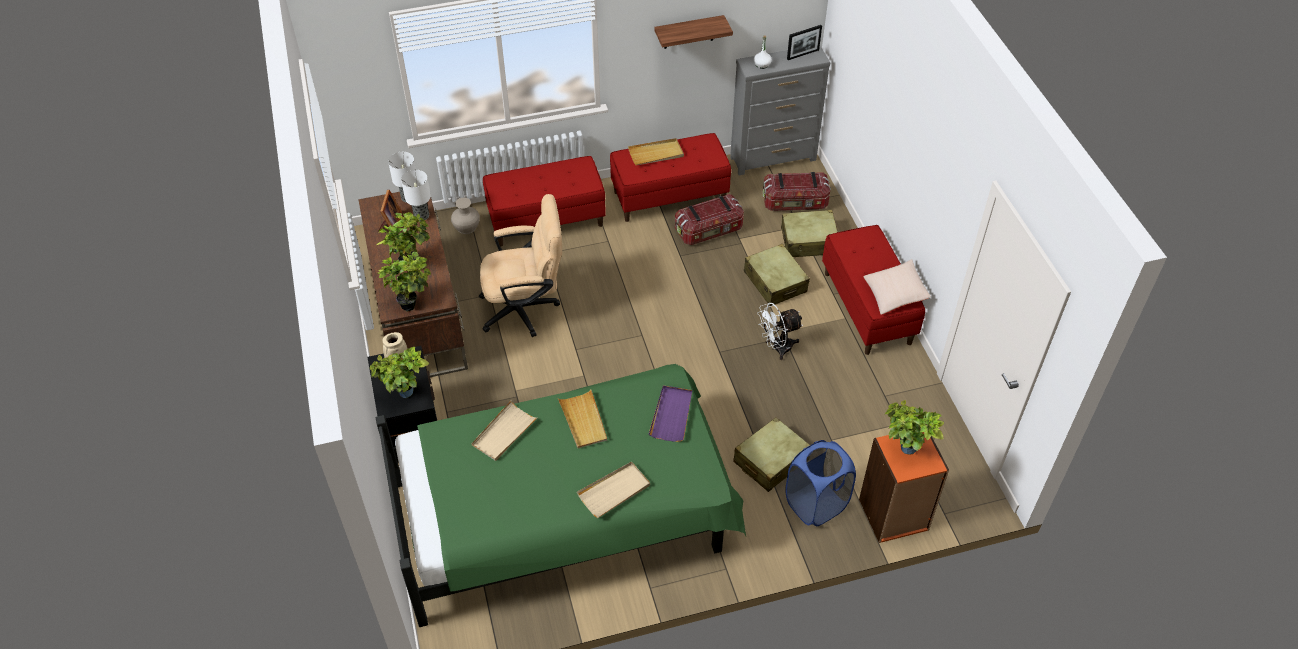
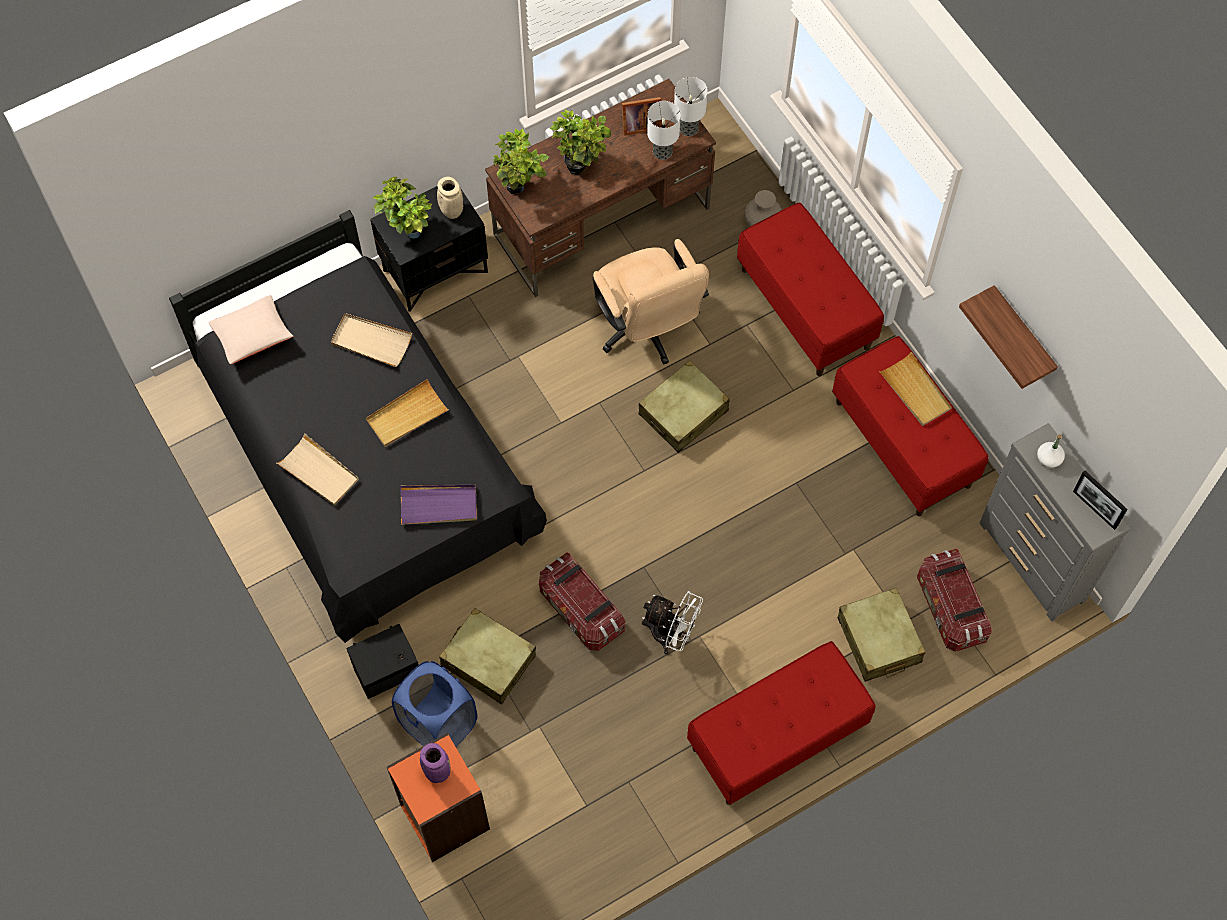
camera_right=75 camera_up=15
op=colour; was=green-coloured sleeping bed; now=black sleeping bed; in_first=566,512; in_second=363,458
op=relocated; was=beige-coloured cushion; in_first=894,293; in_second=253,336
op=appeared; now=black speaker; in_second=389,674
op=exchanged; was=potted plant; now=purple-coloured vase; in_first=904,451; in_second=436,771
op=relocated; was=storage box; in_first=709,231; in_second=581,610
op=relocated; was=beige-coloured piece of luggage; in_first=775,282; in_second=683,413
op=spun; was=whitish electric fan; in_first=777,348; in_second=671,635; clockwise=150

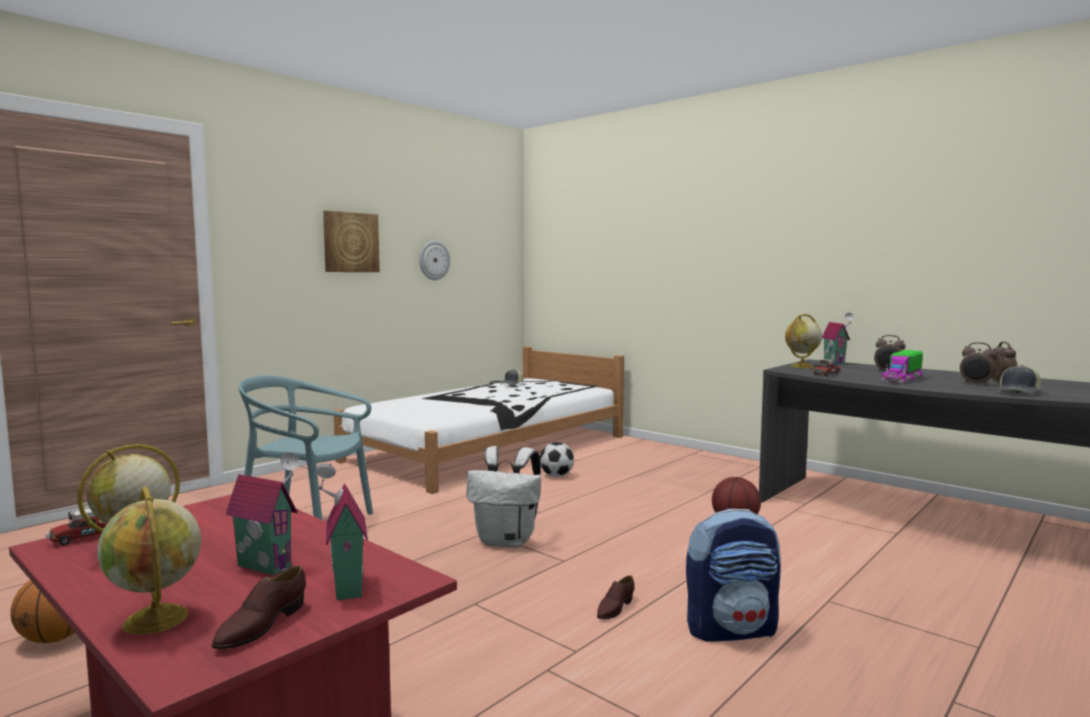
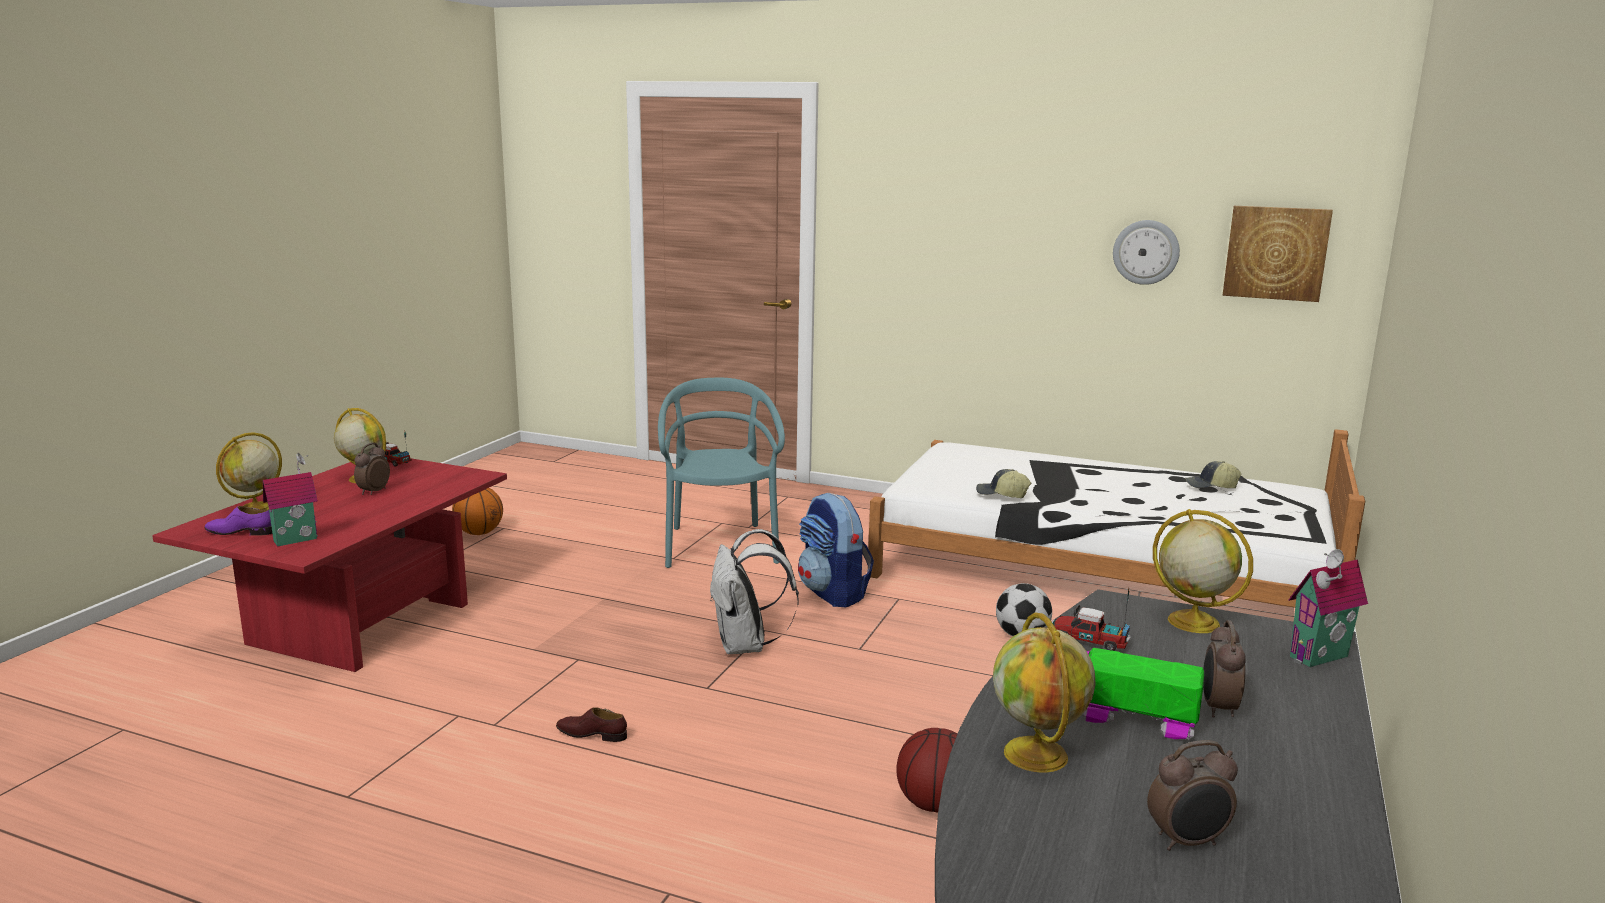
camera_right=70 camera_up=10
op=colour; was=brown-coloured shoe; now=purple-coloured shoe; in_first=261,626; in_second=240,532
op=relocated; was=alarm clock; in_first=976,384; in_second=373,492
op=relocated; was=rucksack; in_first=732,629; in_second=833,593
op=relocated; was=cap; in_first=1019,392; in_second=1001,494
op=appeared; now=desk globe; in_second=1037,756
op=relocated; was=wall art; in_first=350,242; in_second=1276,253
op=missing; was=model house; in_first=268,565

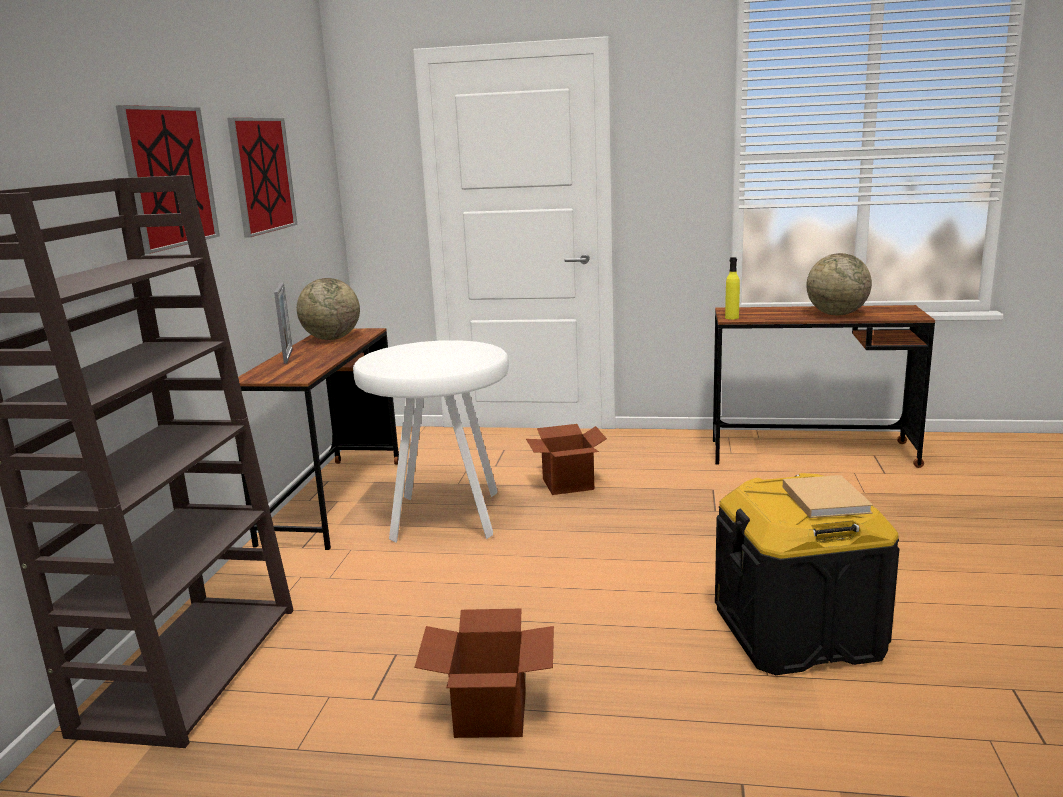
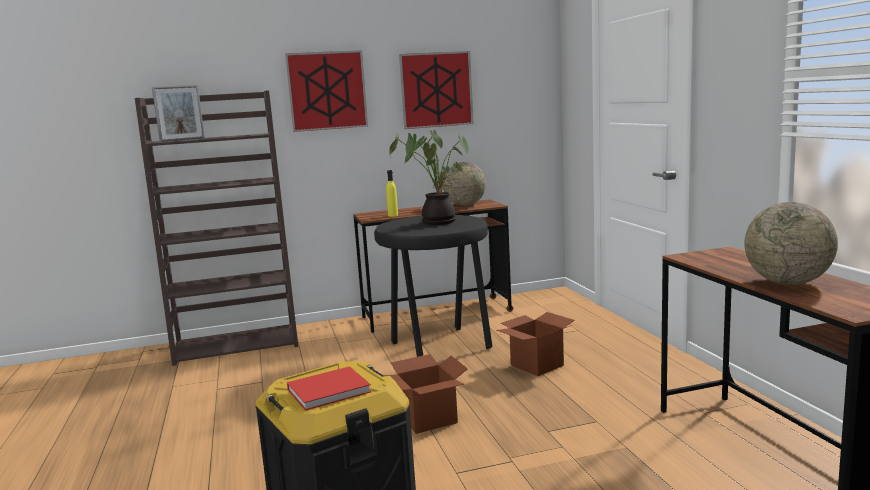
camera_right=65 camera_up=-5
op=relocated; was=photo frame; in_first=288,356; in_second=182,140
op=colour; was=beige-coloured bound book; now=reddish bound book; in_first=824,498; in_second=331,390
op=colour; was=whitish sitting stool; now=black sitting stool; in_first=444,518; in_second=438,346
op=relocated; was=packing box; in_first=490,713; in_second=428,419
op=relocated; was=yellowish drink bottle; in_first=731,318; in_second=393,215
op=appeared; now=potted plant; in_second=437,222

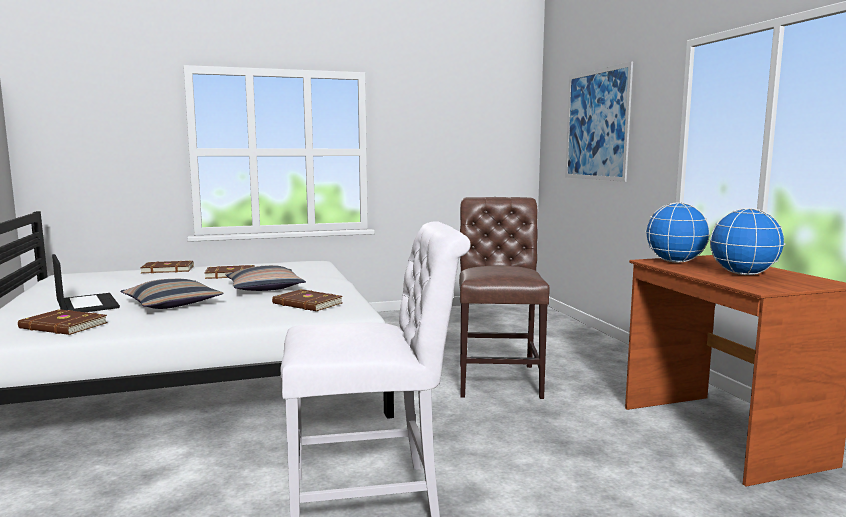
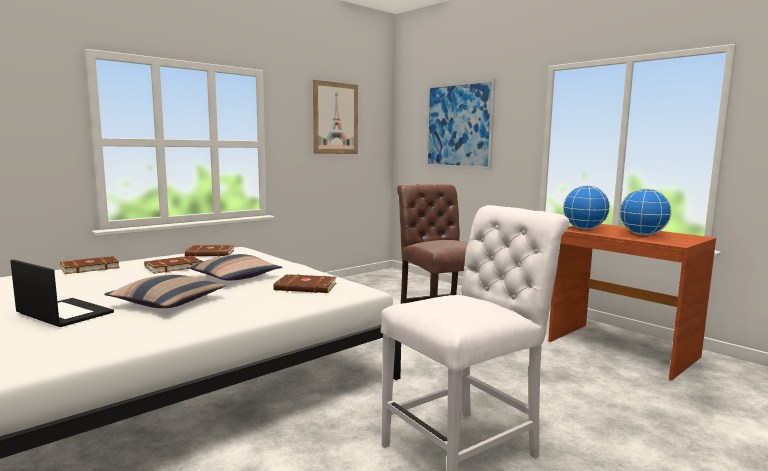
camera_right=-25 camera_up=0
op=relocated; was=brown-coloured bound book; in_first=63,326; in_second=210,253
op=appeared; now=wall art; in_second=335,118

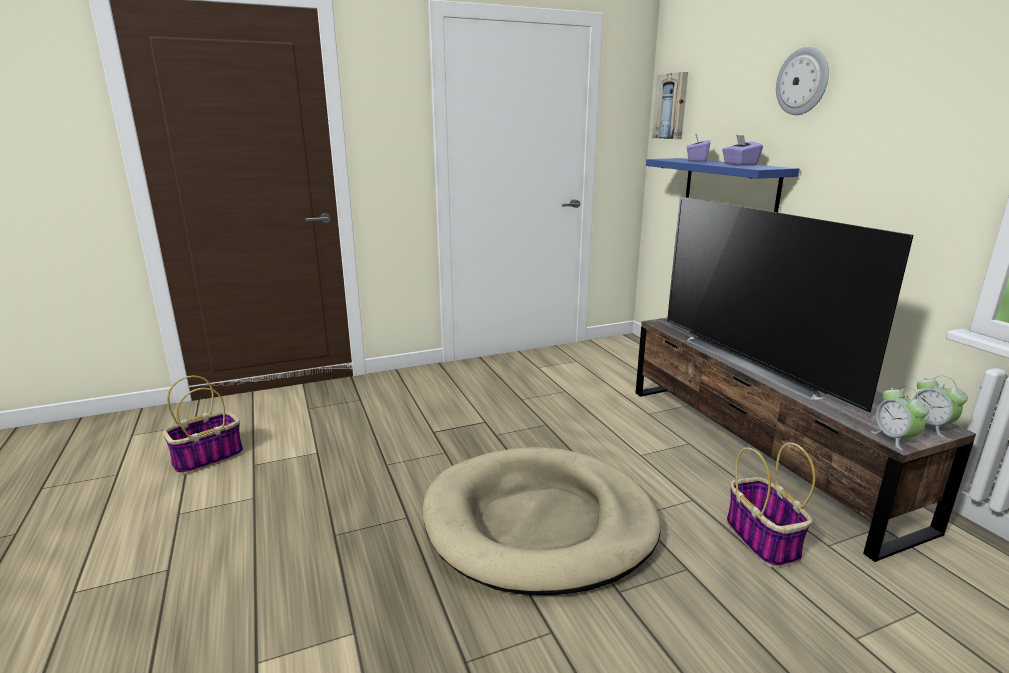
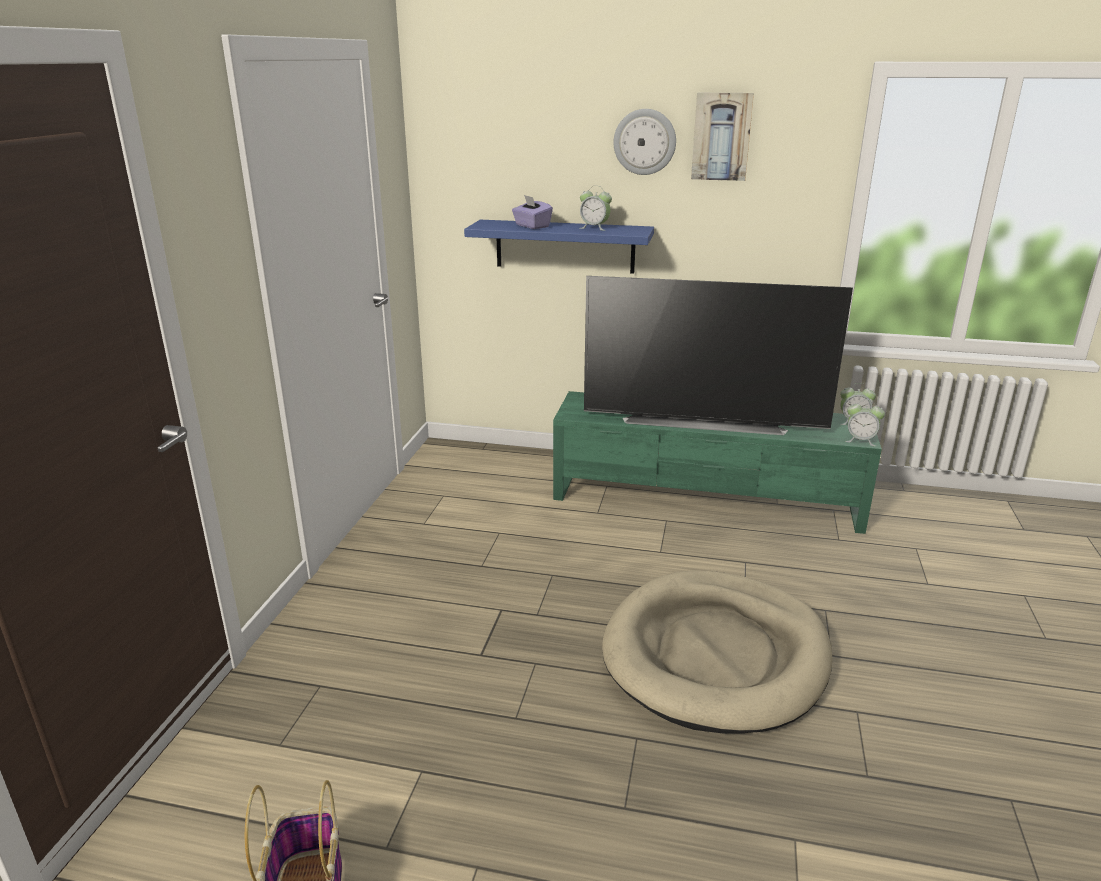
camera_right=-55 camera_up=5
op=colour; was=brown-coloured tv stand; now=green-coloured tv stand; in_first=758,450; in_second=707,498
op=exchanged; was=purple-coloured tissue box; now=alarm clock; in_first=739,164; in_second=594,228
op=relocated; was=wall art; in_first=671,106; in_second=721,136
op=missing; was=storage basket; in_first=763,540

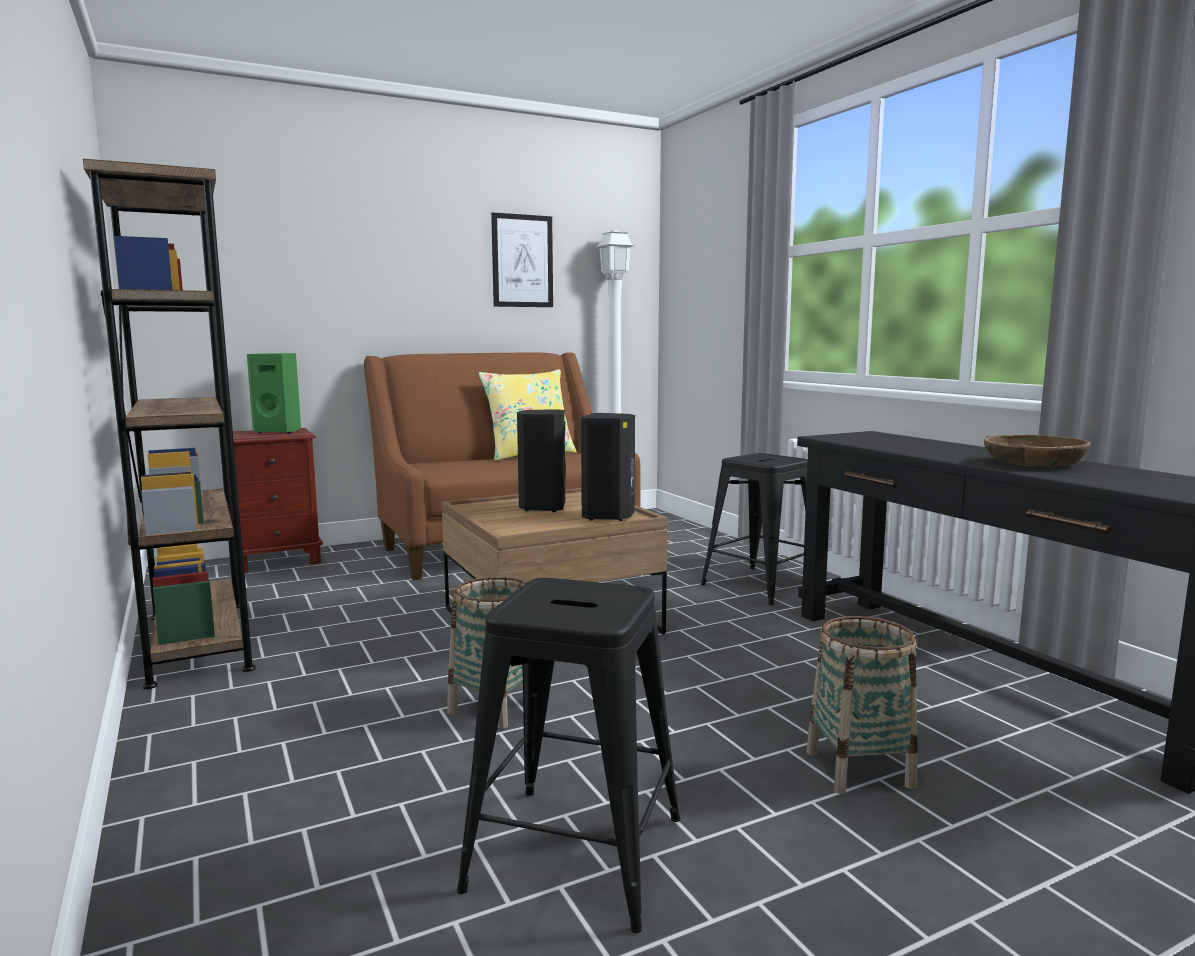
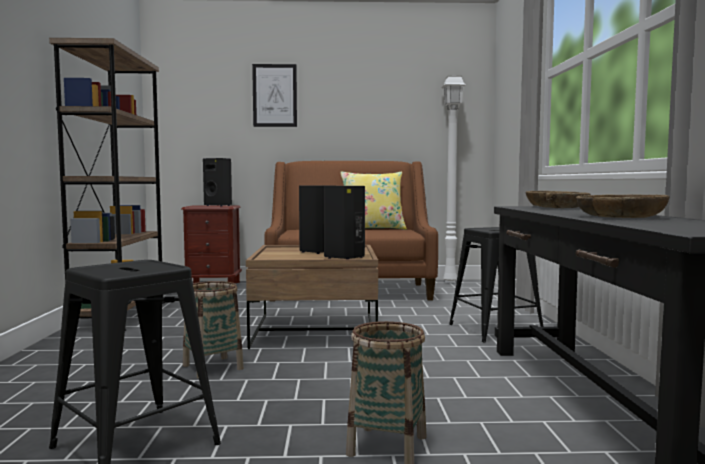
camera_right=25 camera_up=-5
op=colour; was=green-coloured speaker; now=black speaker; in_first=279,431; in_second=219,205
op=relocated; was=wall art; in_first=522,261; in_second=274,95
op=appeared; now=brown-coloured deep dish; in_second=557,207

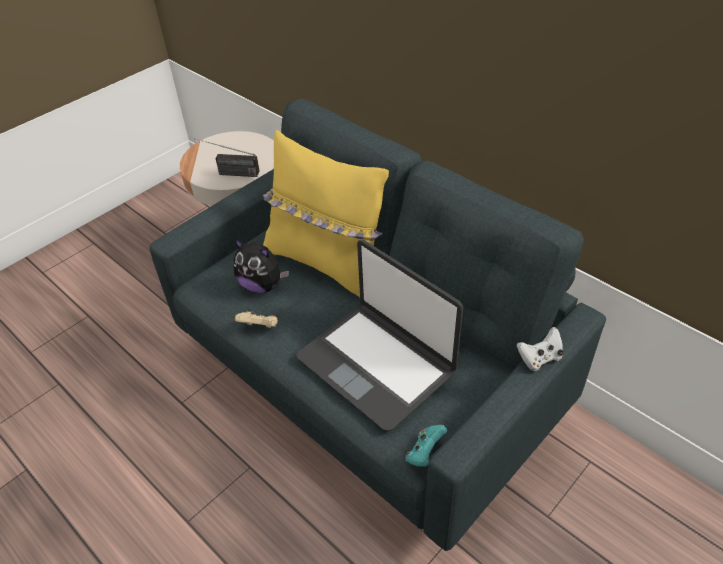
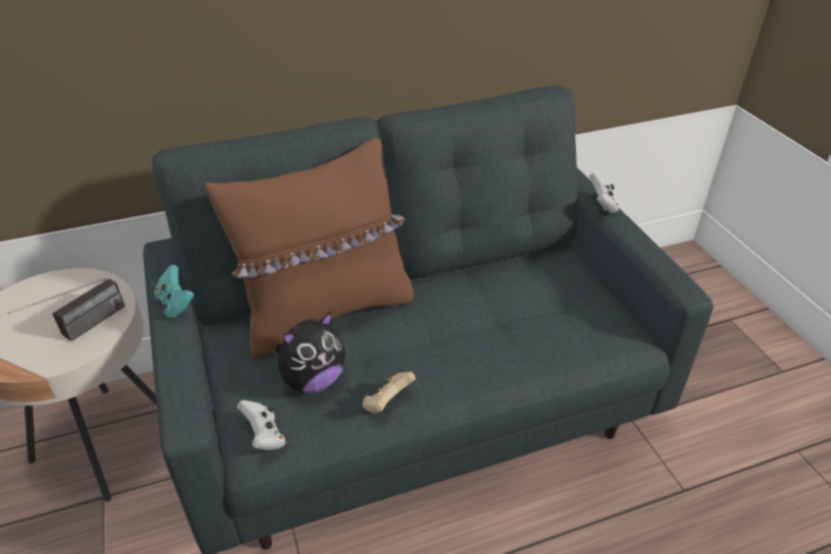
camera_right=-65 camera_up=-5
op=relocated; was=blue-green joypad; in_first=424,453; in_second=176,304
op=colour; was=yellowish cushion; now=brown-coloured cushion; in_first=325,263; in_second=326,312
op=appeared; now=whitish joypad; in_second=264,436
op=missing; was=laptop; in_first=377,364

